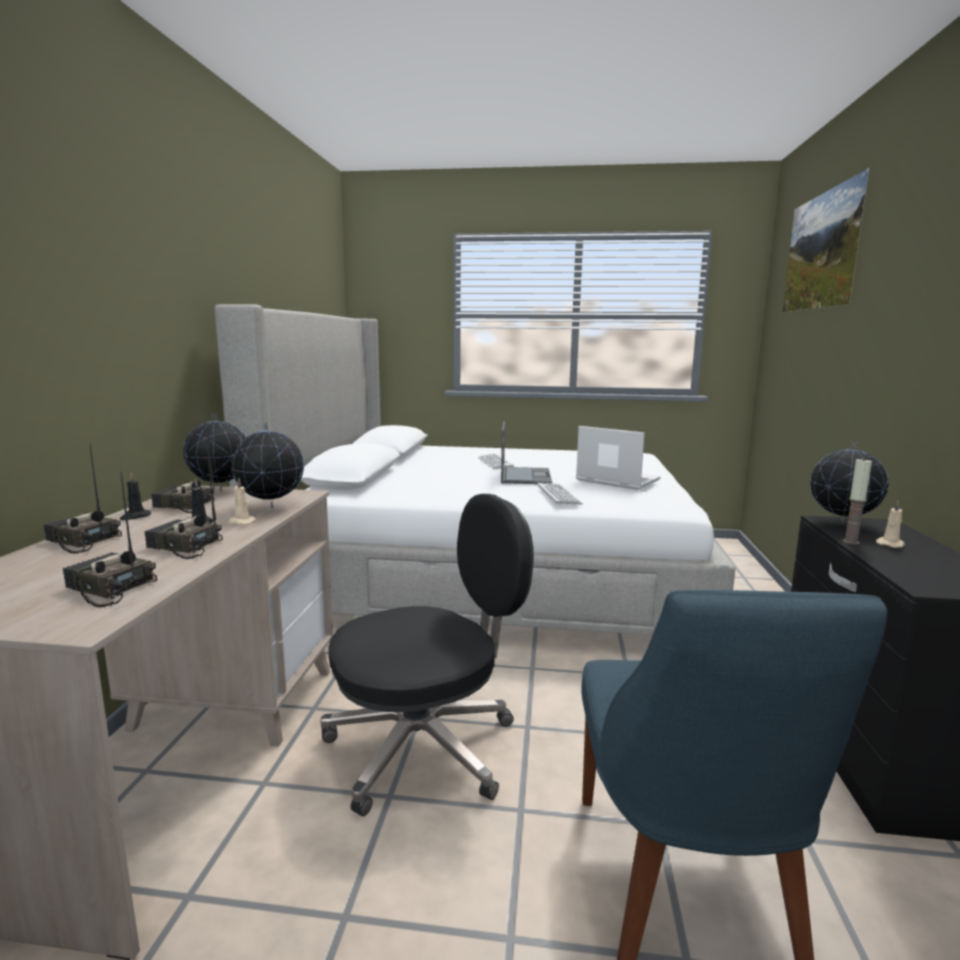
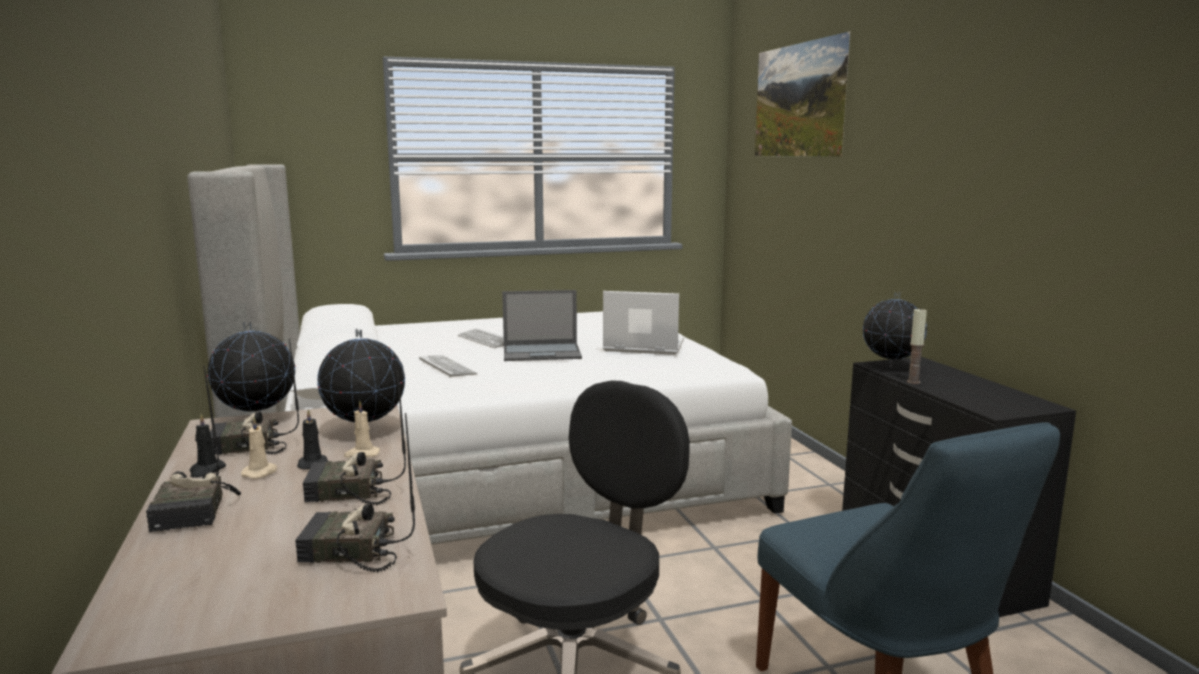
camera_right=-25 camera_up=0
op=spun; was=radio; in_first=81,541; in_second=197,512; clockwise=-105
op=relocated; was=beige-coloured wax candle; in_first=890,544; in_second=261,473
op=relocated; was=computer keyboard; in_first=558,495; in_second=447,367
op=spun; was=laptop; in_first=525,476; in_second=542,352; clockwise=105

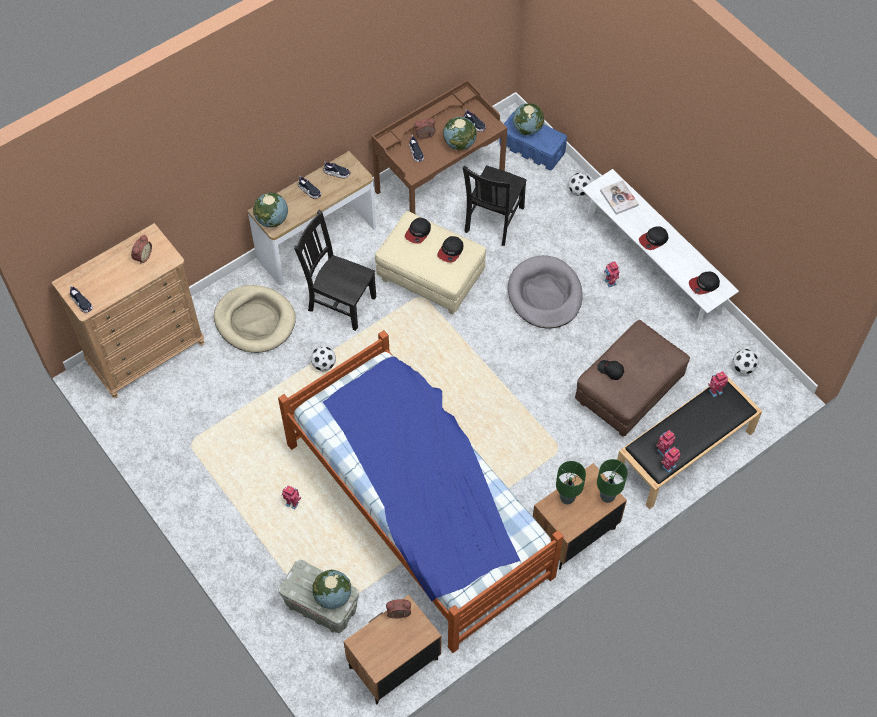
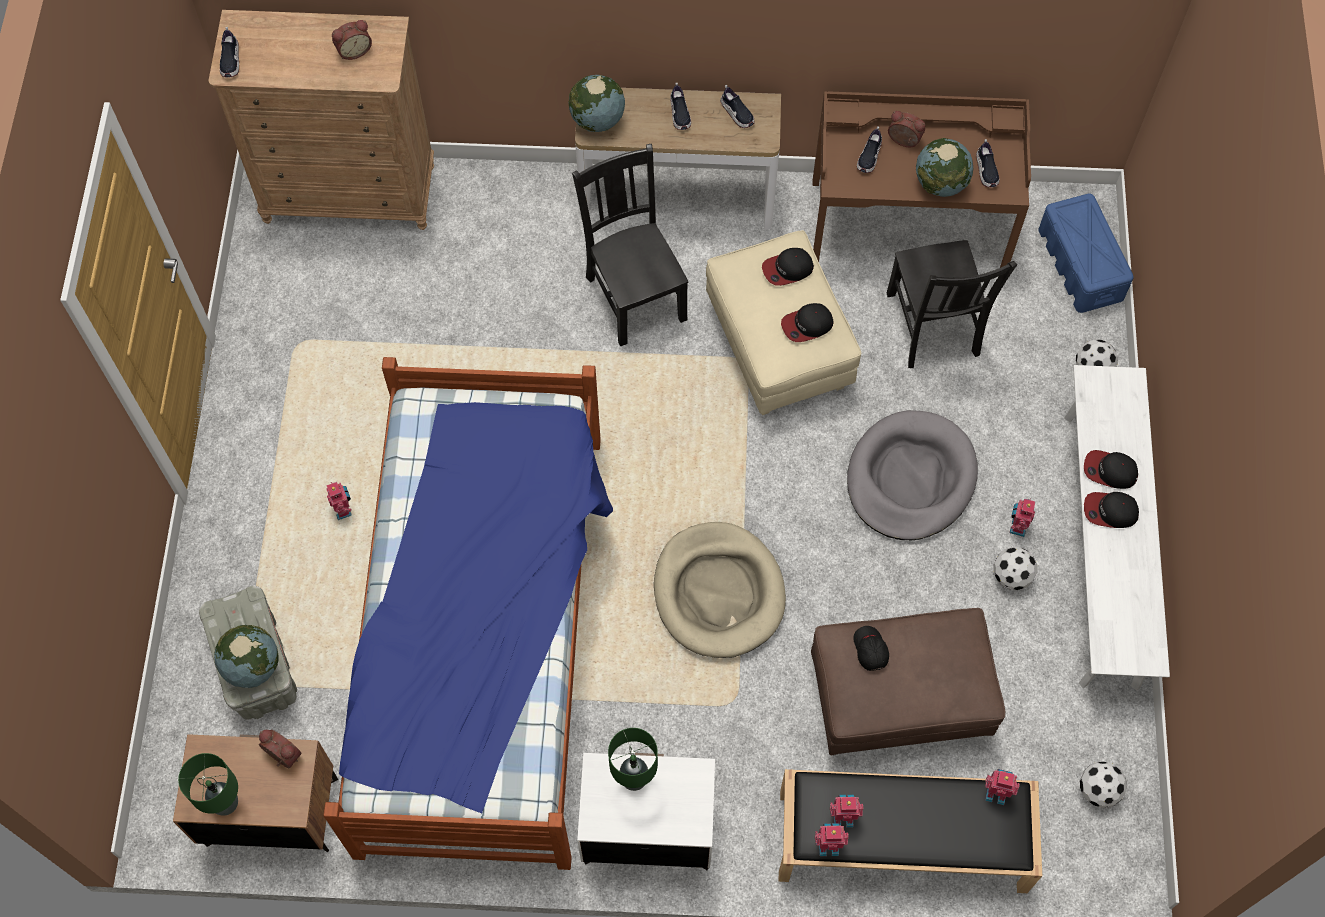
camera_right=40 camera_up=5
op=relocated; was=green-coloured tabletop lamp; in_first=607,496; in_second=226,803
op=colour; was=brown-coloured night table; now=whitish night table; in_first=573,533; in_second=647,831
op=relocated; was=beige-coloured pet bed; in_first=255,321; in_second=718,592
op=spun; was=black plain chair; in_first=493,221; in_second=933,327; clockwise=-75
op=relocated; was=football; in_first=323,364; in_second=1011,575
op=relocated; was=cap; in_first=704,285; in_second=1109,471
op=missing; was=desk globe; in_first=527,129
op=missing; was=bound book; in_first=619,198

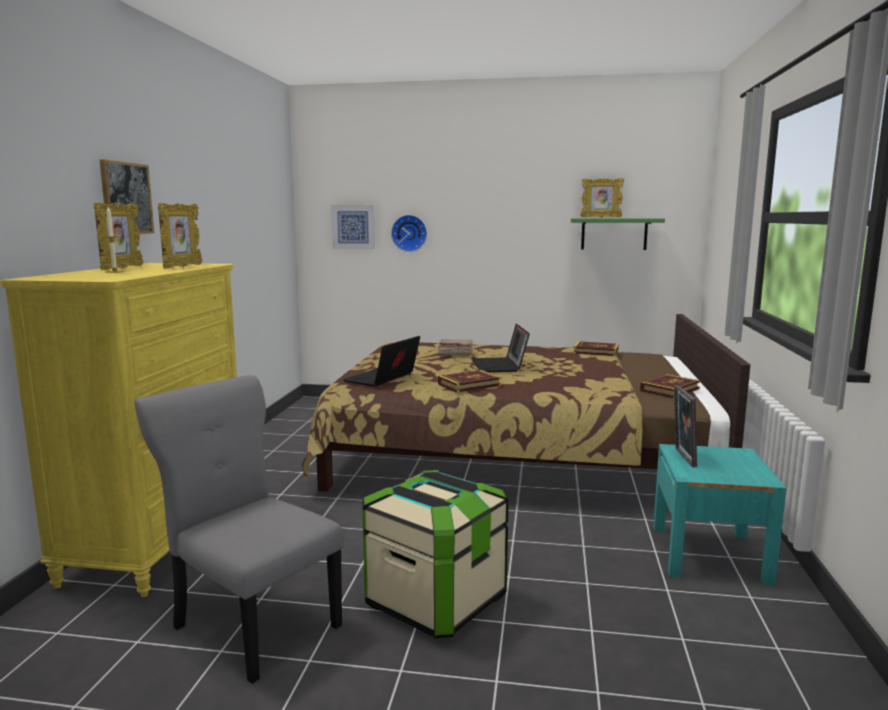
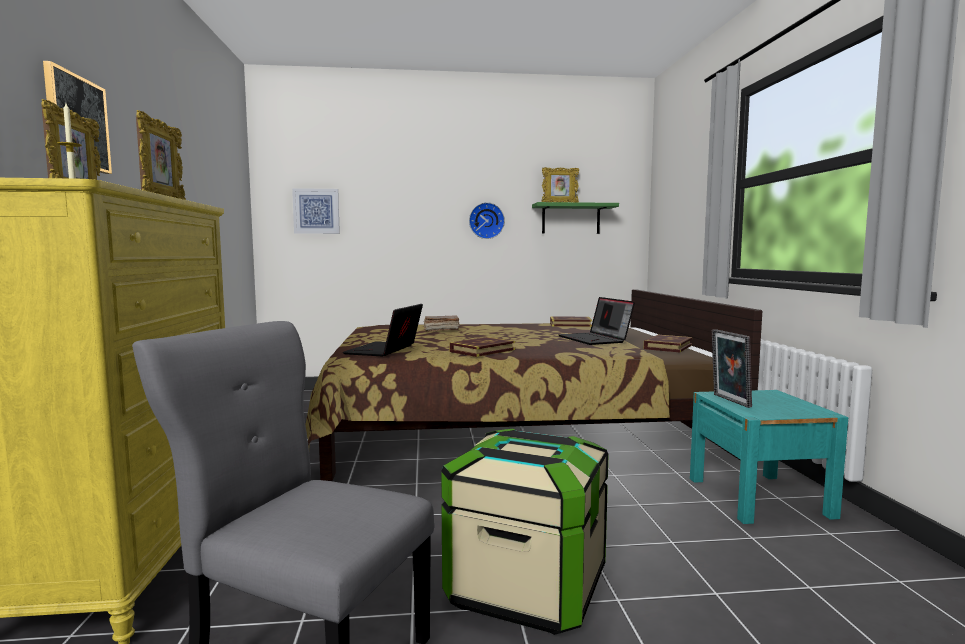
camera_right=-15 camera_up=-5
op=relocated; was=hanging clock; in_first=409,233; in_second=486,220
op=relocated; was=laptop; in_first=500,366; in_second=595,339

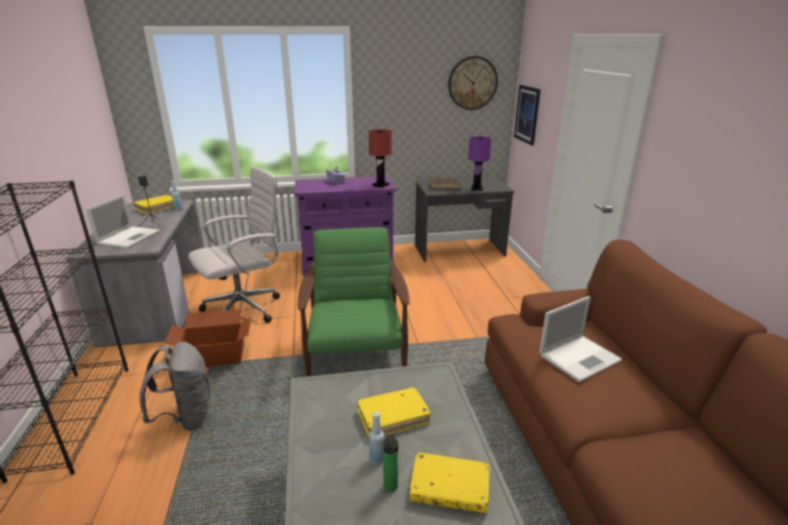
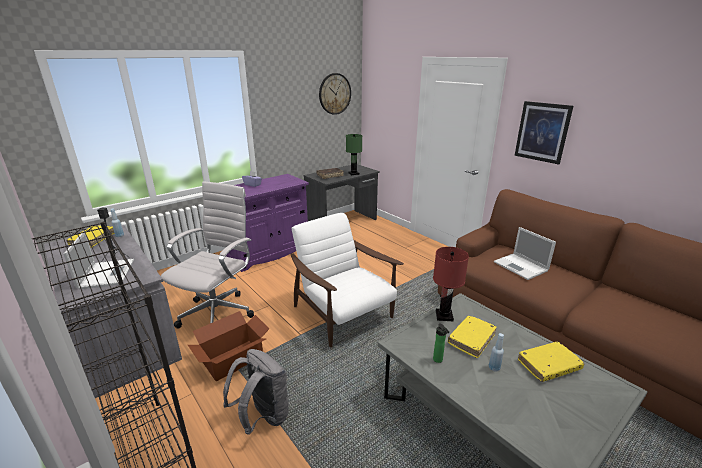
camera_right=-30 camera_up=0
op=colour; was=green-coloured armchair; now=whitish armchair; in_first=356,350; in_second=343,314
op=colour; was=purple-coloured tabletop lamp; now=green-coloured tabletop lamp; in_first=476,188; in_second=354,173
op=relocated; was=reddish tabletop lamp; in_first=380,185; in_second=444,316
op=relocated; was=drink bottle; in_first=390,488; in_second=438,360
op=spun; was=laptop; in_first=580,357; in_second=521,267; clockwise=120
op=relocated; was=wall art; in_first=527,114; in_second=542,132

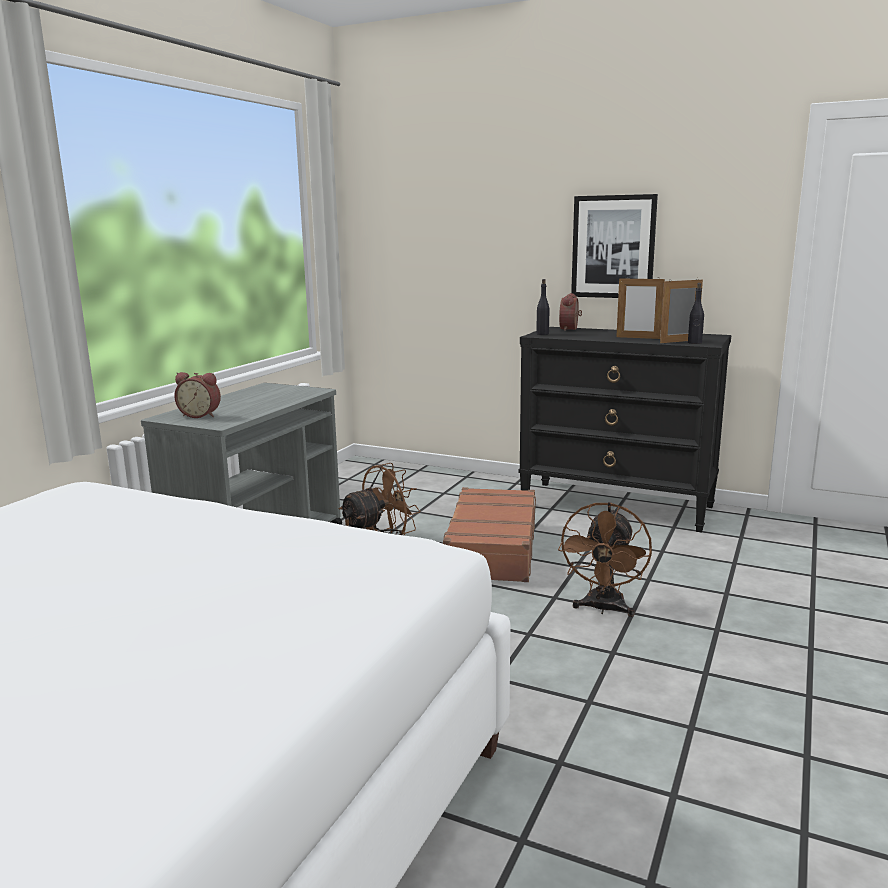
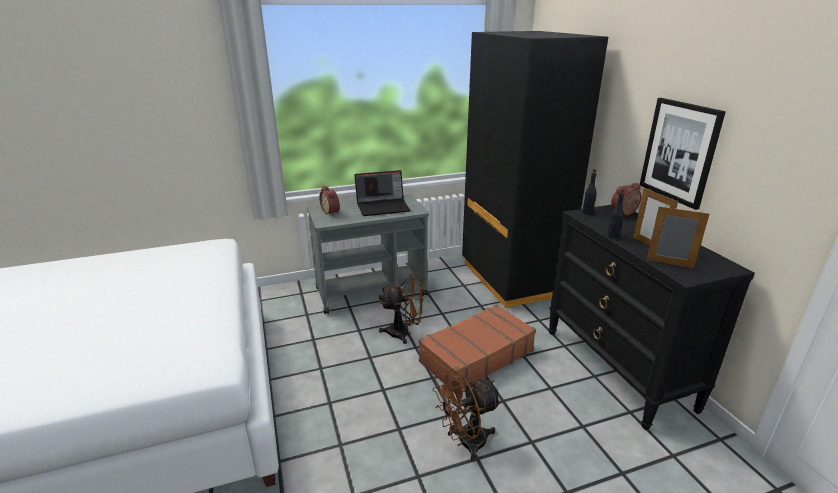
camera_right=45 camera_up=10
op=appeared; now=laptop; in_second=383,207
op=appeared; now=black wardrobe; in_second=511,278
op=relocated; was=black drink bottle; in_first=694,343; in_second=613,236

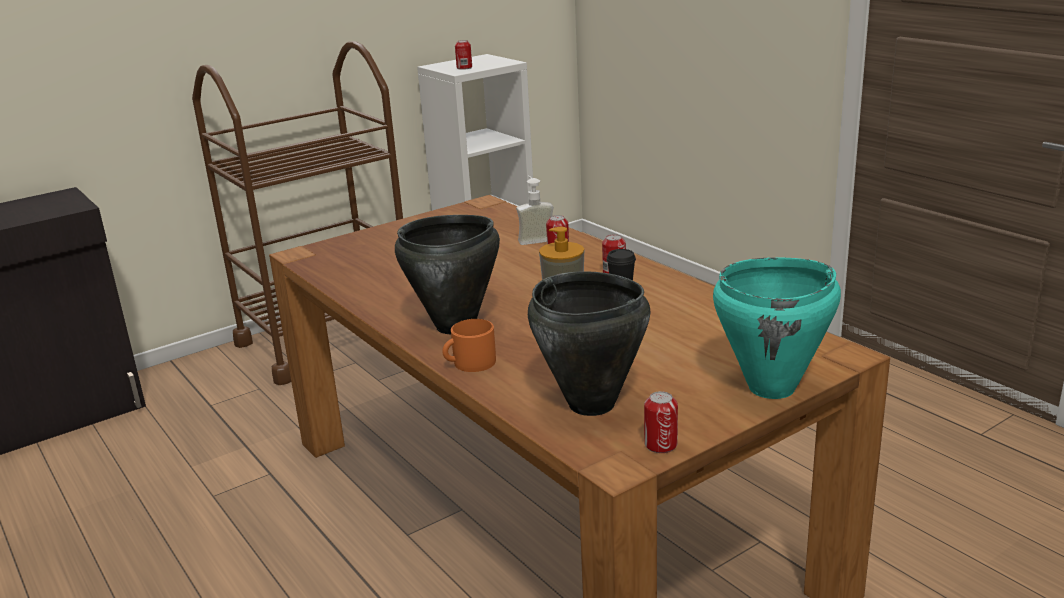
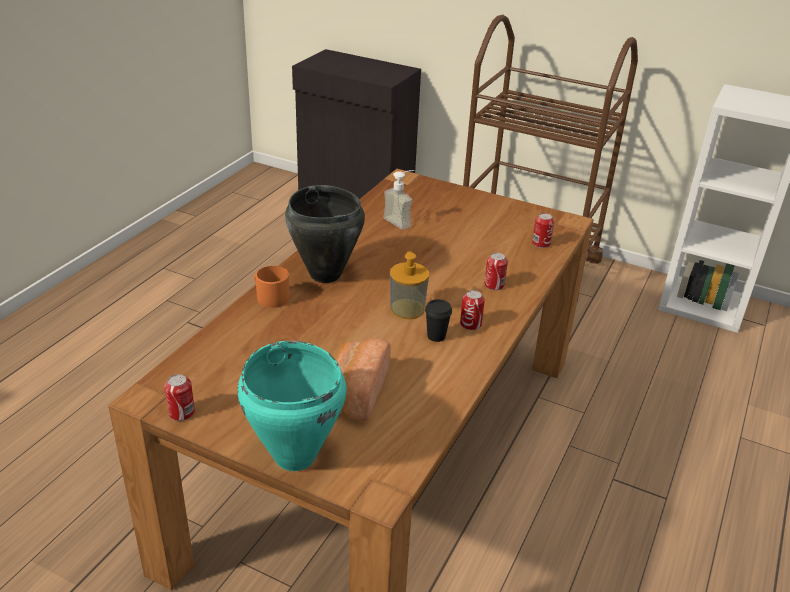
camera_right=60 camera_up=10
op=appeared; now=bakery bread; in_second=354,393
op=relocated; was=liquid soap bottle; in_first=535,238; in_second=401,220
op=relocated; was=can; in_first=464,68; in_second=541,243
op=missing; was=black cooking pot; in_first=591,404

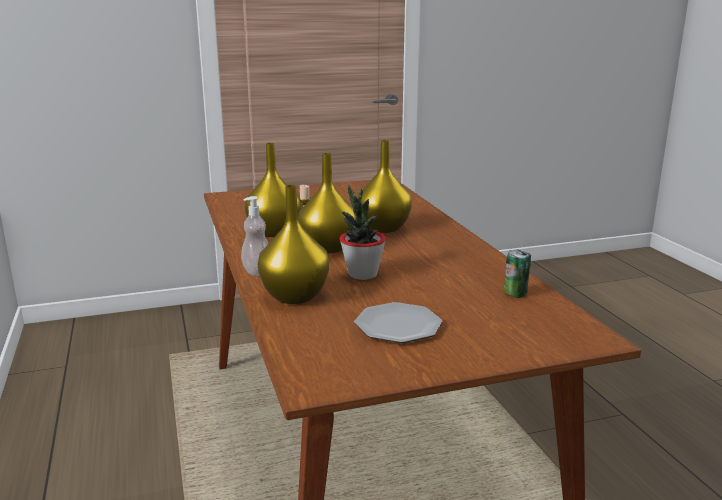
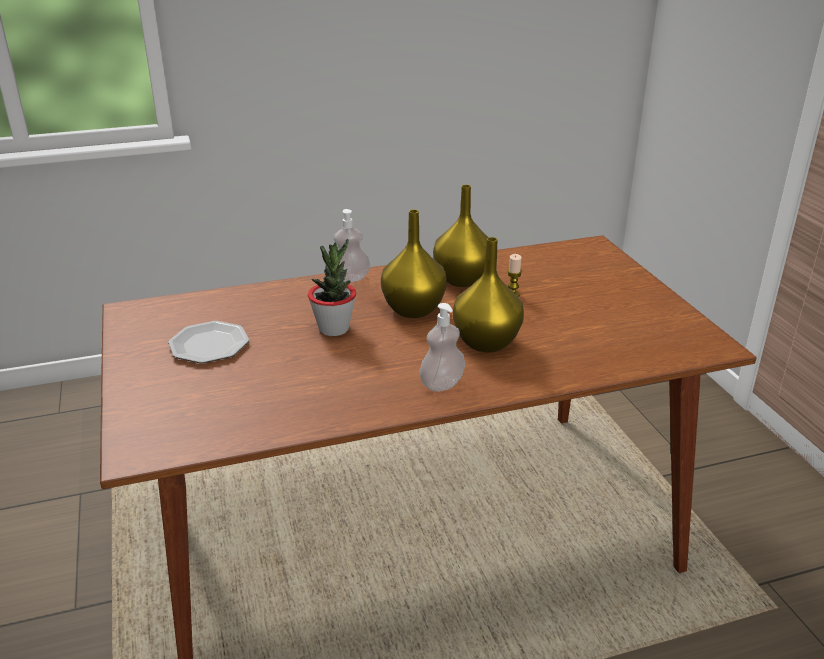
camera_right=90 camera_up=10
op=appeared; now=liquid soap bottle; in_second=442,384
op=missing; was=yellowish vase; in_first=294,296
op=missing; was=can; in_first=515,294

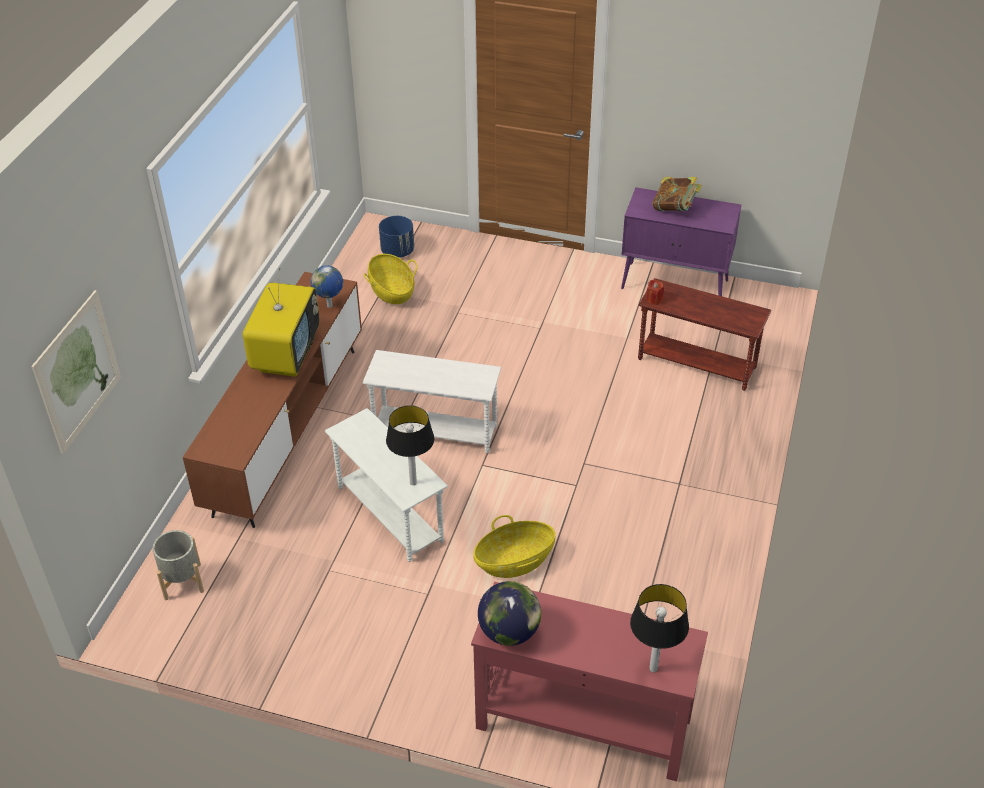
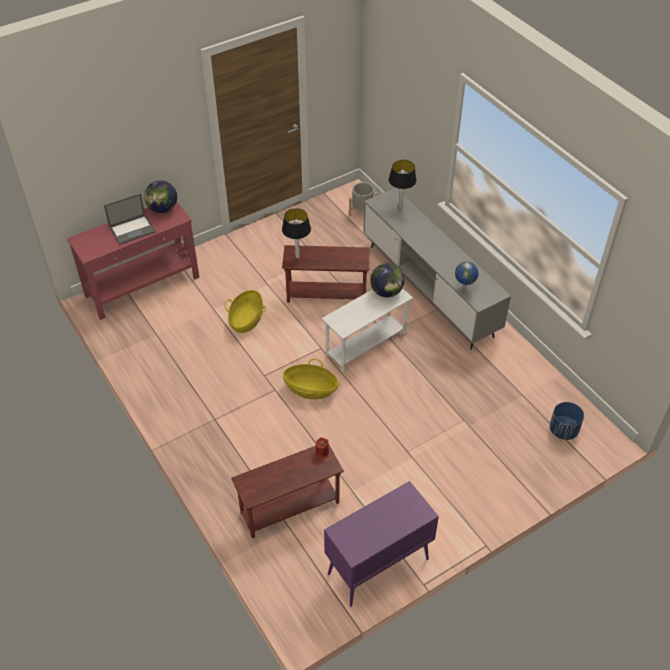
camera_right=130 camera_up=5
op=appeared; now=laptop; in_second=132,229
op=colour; was=whitish side table; now=brown-coloured side table; in_first=389,515; in_second=326,294
op=relocated; was=storage basket; in_first=392,291; in_second=311,389
op=colour; was=brown-coloured tv stand; now=grey tv stand; in_first=288,430; in_second=428,290
op=appeared; now=desk globe; in_second=386,292
op=relocated; was=tabletop lamp; in_first=654,668; in_second=400,208
op=missing; was=wall art; in_first=77,371
op=missing; was=television; in_first=286,354
op=missing; was=bound book; in_first=675,208

